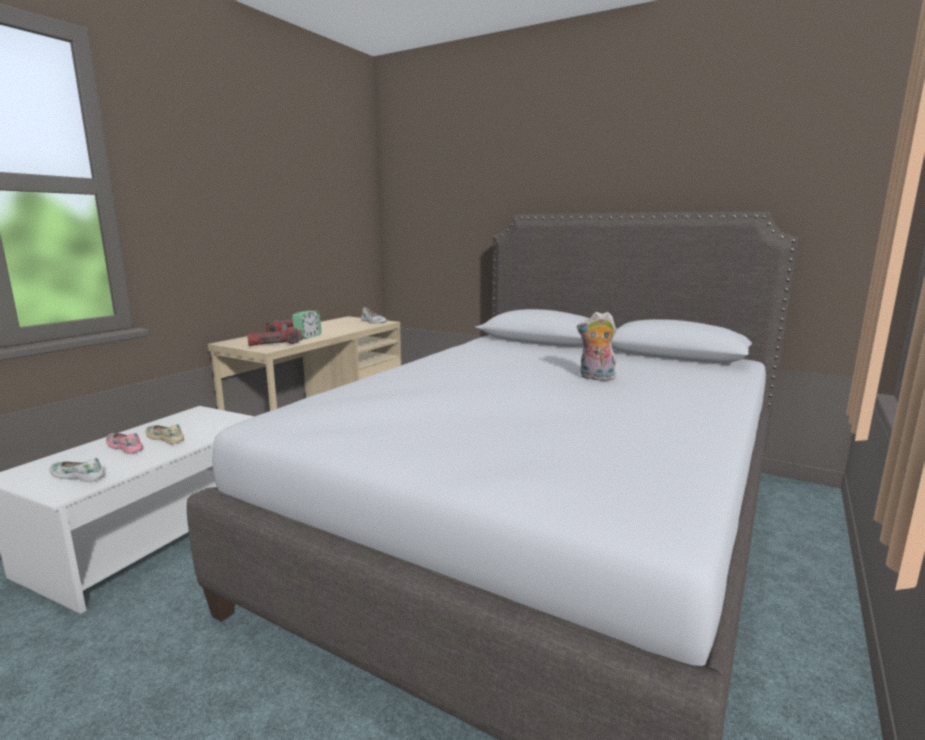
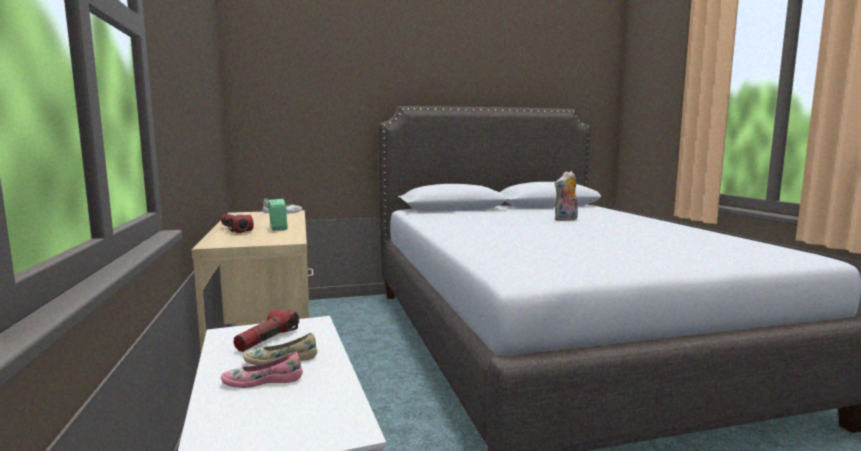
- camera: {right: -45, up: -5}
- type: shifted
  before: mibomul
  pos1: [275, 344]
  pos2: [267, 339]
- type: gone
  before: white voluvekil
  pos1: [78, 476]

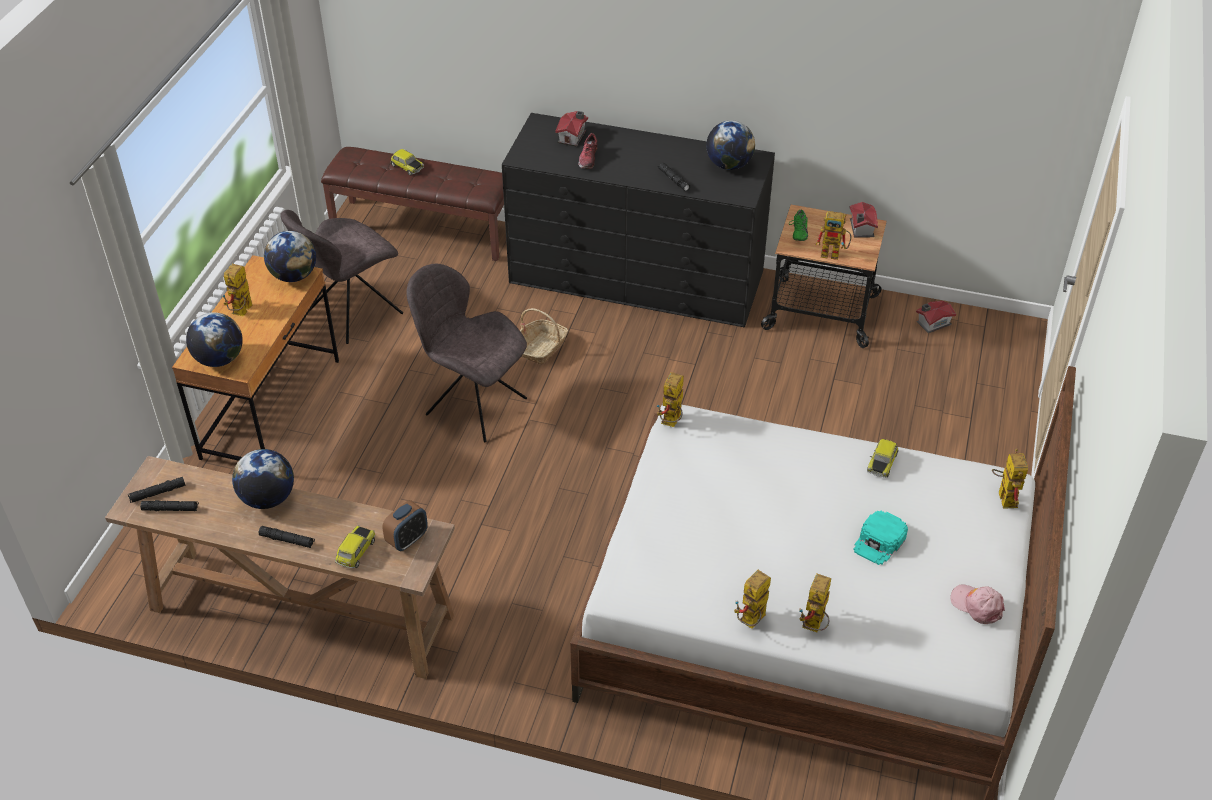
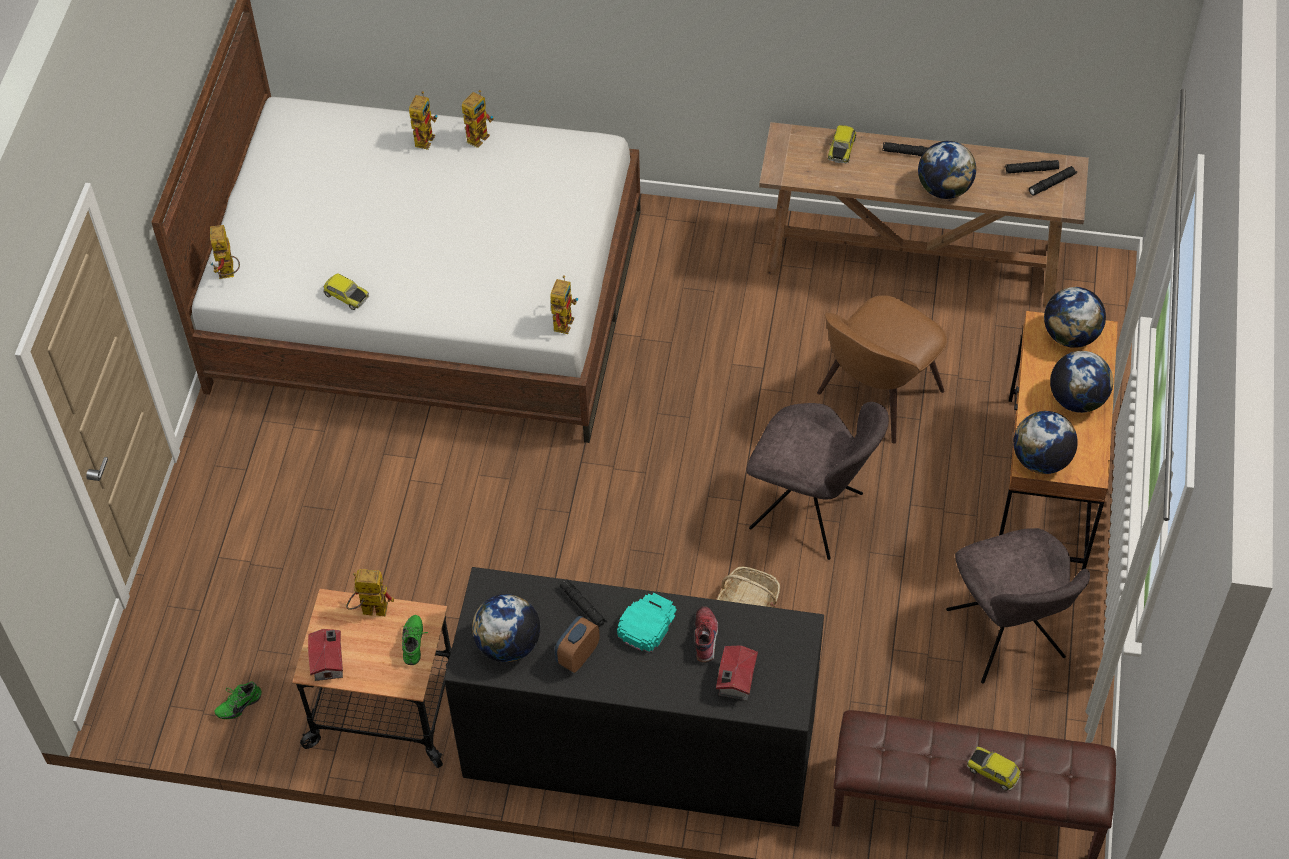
- camera: {right: 175, up: 10}
- type: swapped
  before: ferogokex
  after: green voluvekil
  pos1: [932, 323]
  pos2: [238, 704]
- type: rotated
  before: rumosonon
  pos1: [881, 463]
  pos2: [346, 296]
  turn: 105
- type: shifted
  before: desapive
  pos1: [407, 539]
  pos2: [577, 655]
- type: shifted
  before: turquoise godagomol
  pos1: [879, 541]
  pos2: [647, 623]
- type: new
  after: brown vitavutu
  pos2: [876, 395]
- type: rotated
  before: grey vitavutu
  pos1: [352, 313]
  pos2: [1007, 638]
  turn: 120
- type: swapped
  before: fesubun
  after: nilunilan
  pos1: [242, 313]
  pos2: [1077, 399]
- type: gone
  before: pink godagomol
  pos1: [977, 605]

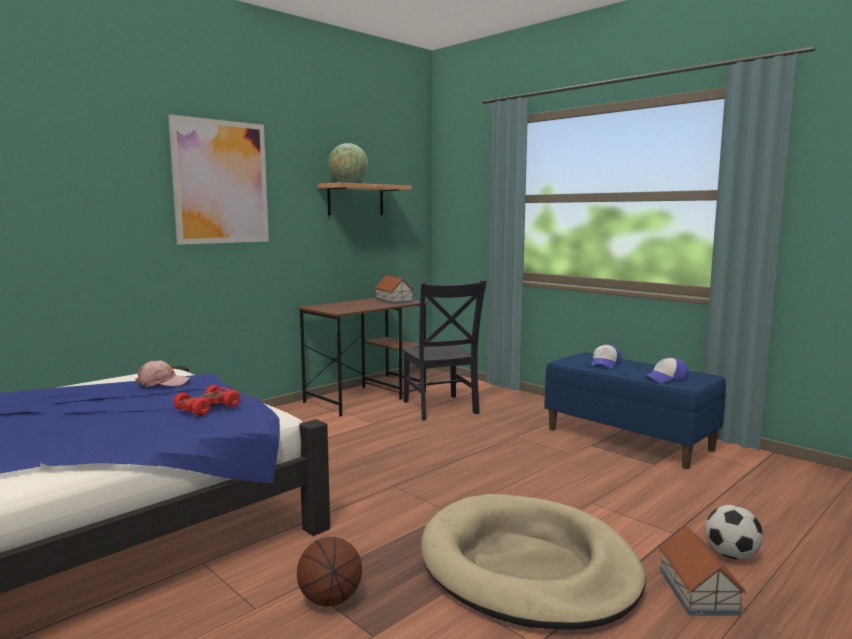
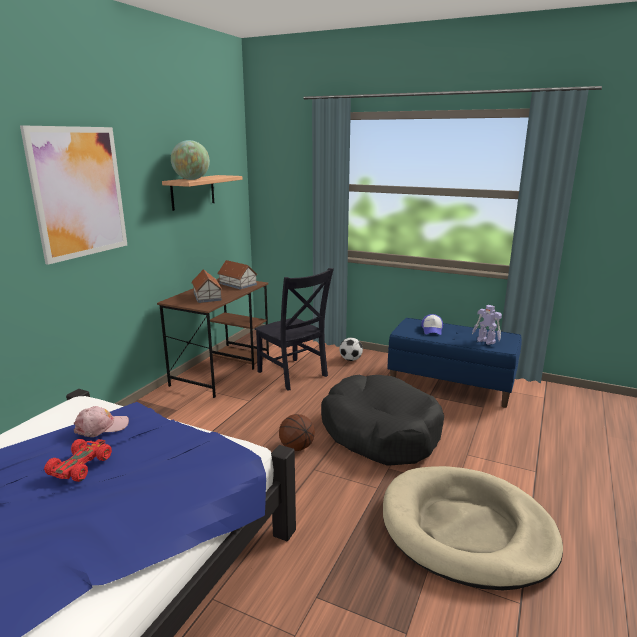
- camera: {right: -20, up: 10}
- type: shifted
  before: red rumosonon
  pos1: [208, 407]
  pos2: [81, 465]
- type: shifted
  before: ferogokex
  pos1: [698, 591]
  pos2: [207, 296]
- type: shifted
  before: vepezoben
  pos1: [330, 599]
  pos2: [296, 447]
- type: new
  after: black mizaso
  pos2: [380, 432]
- type: shifted
  before: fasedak
  pos1: [731, 555]
  pos2: [350, 359]
- type: swapped
  before: godagomol
  after: fesubun
  pos1: [666, 378]
  pos2: [486, 341]

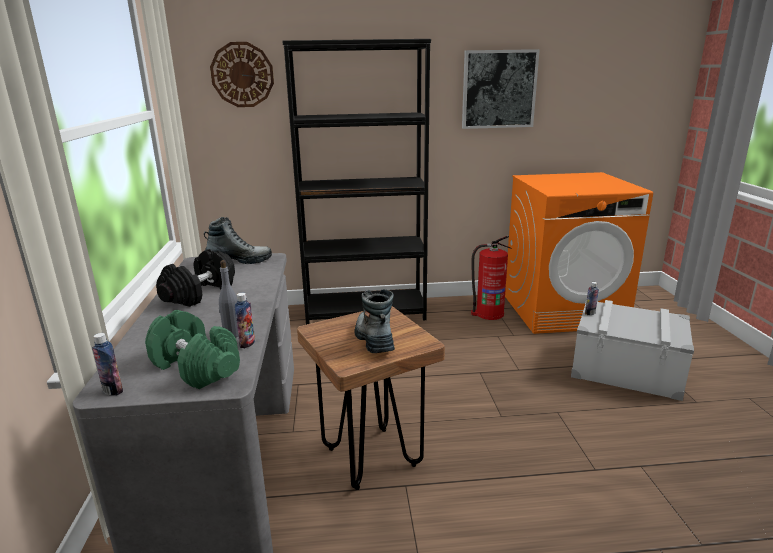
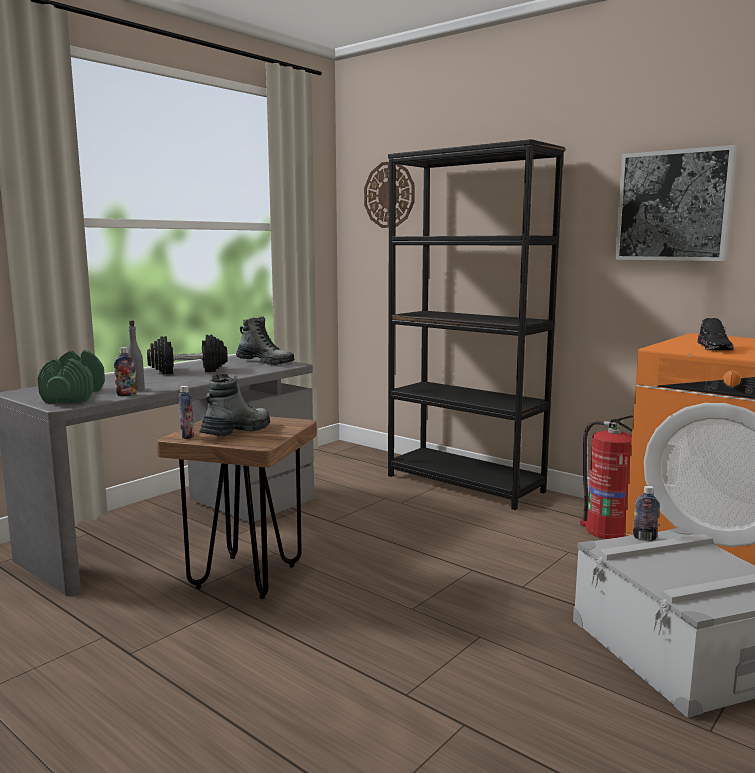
- camera: {right: 45, up: -10}
- type: shifted
  before: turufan
  pos1: [113, 391]
  pos2: [187, 436]
- type: new
  after: black voluvekil
  pos2: [715, 348]

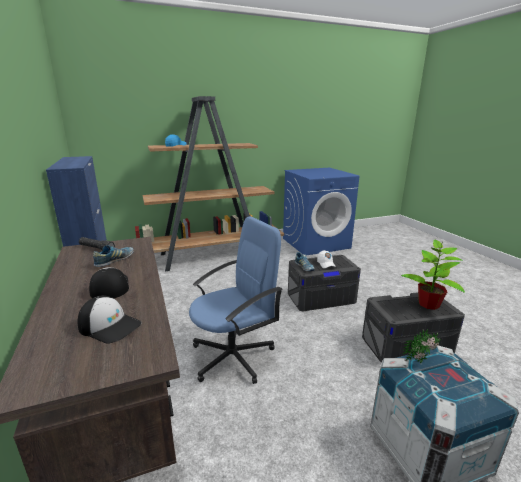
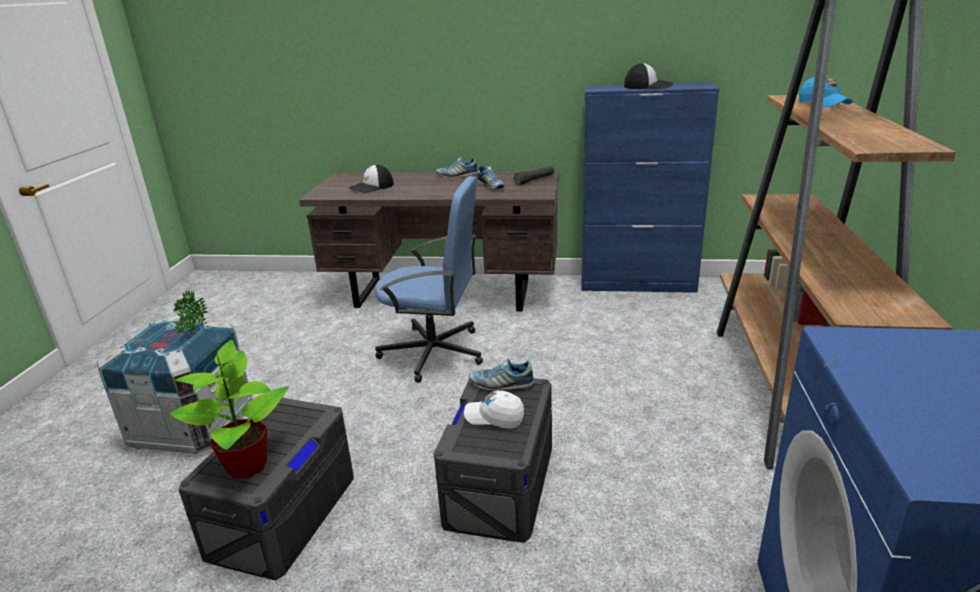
- camera: {right: 120, up: 5}
- type: rotated
  before: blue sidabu
  pos1: [234, 356]
  pos2: [434, 353]
  turn: -75
- type: new
  after: voluvekil
  pos2: [457, 175]
- type: shifted
  before: godagomol
  pos1: [109, 287]
  pos2: [648, 86]

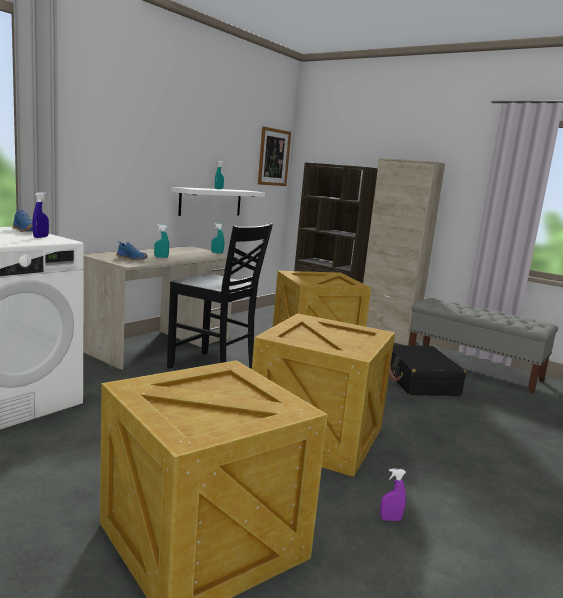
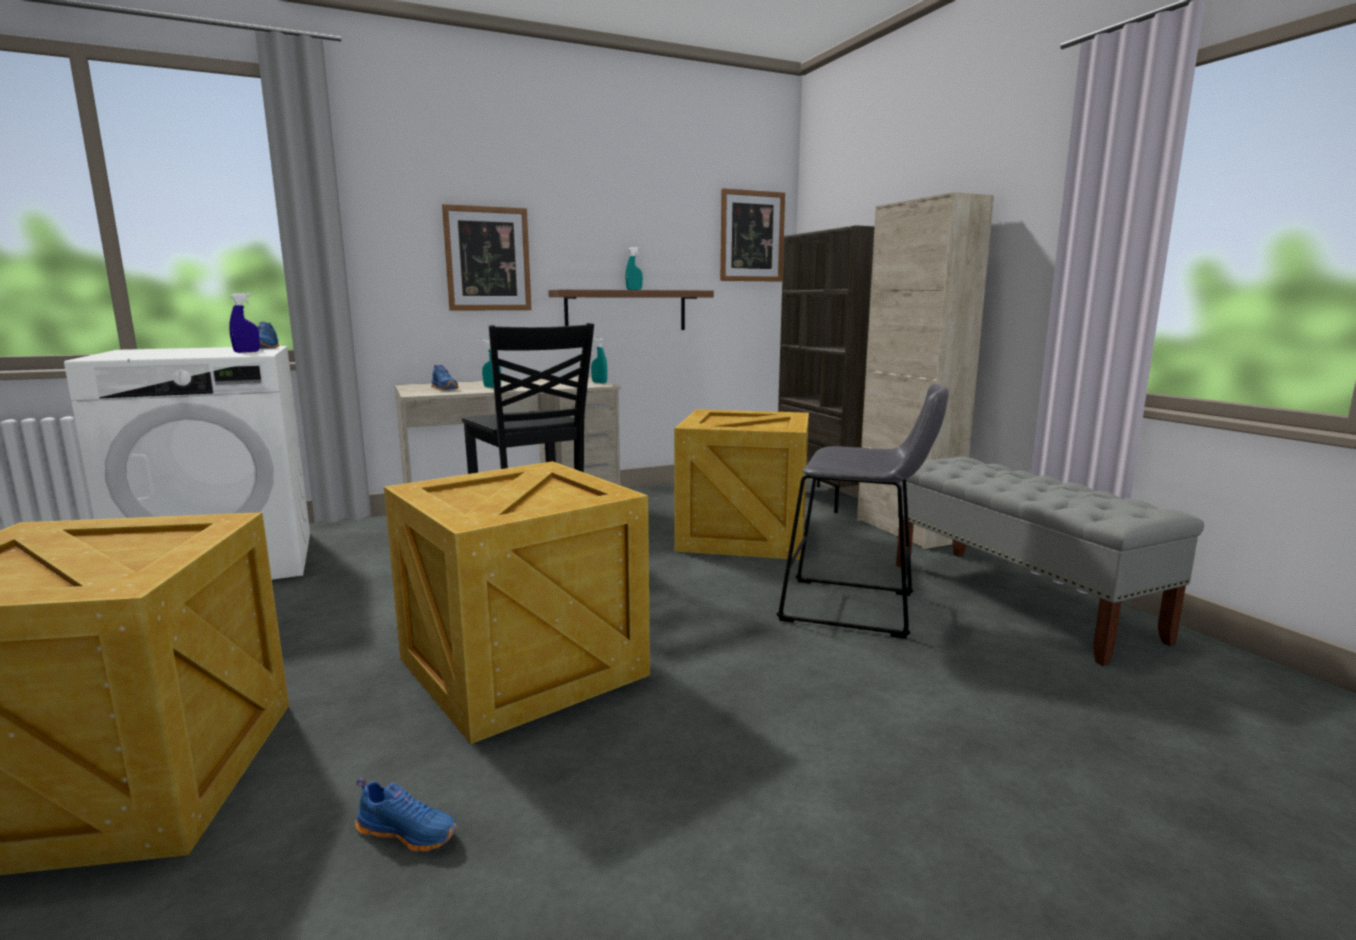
- camera: {right: 30, up: 0}
- type: swapped
  before: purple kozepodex
  after: blue voluvekil
  pos1: [390, 519]
  pos2: [409, 832]
- type: new
  after: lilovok
  pos2: [488, 259]
- type: repainted
  before: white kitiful
  after: brown kitiful
  pos1: [211, 202]
  pos2: [626, 310]
- type: swapped
  before: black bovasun
  after: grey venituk
  pos1: [419, 381]
  pos2: [856, 609]

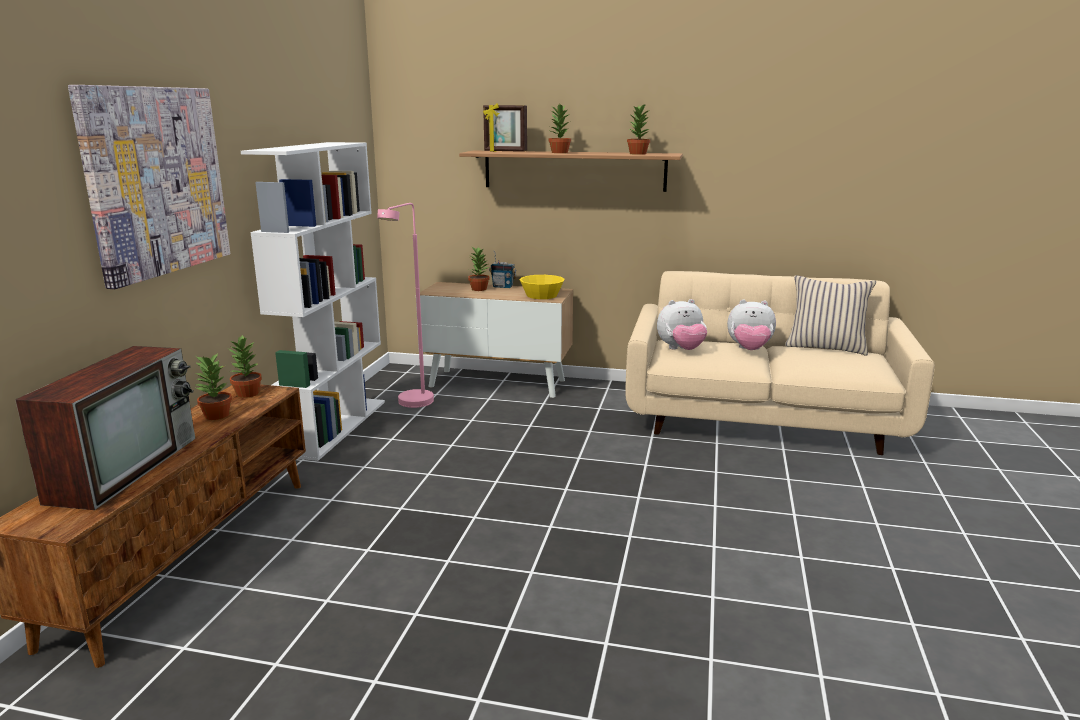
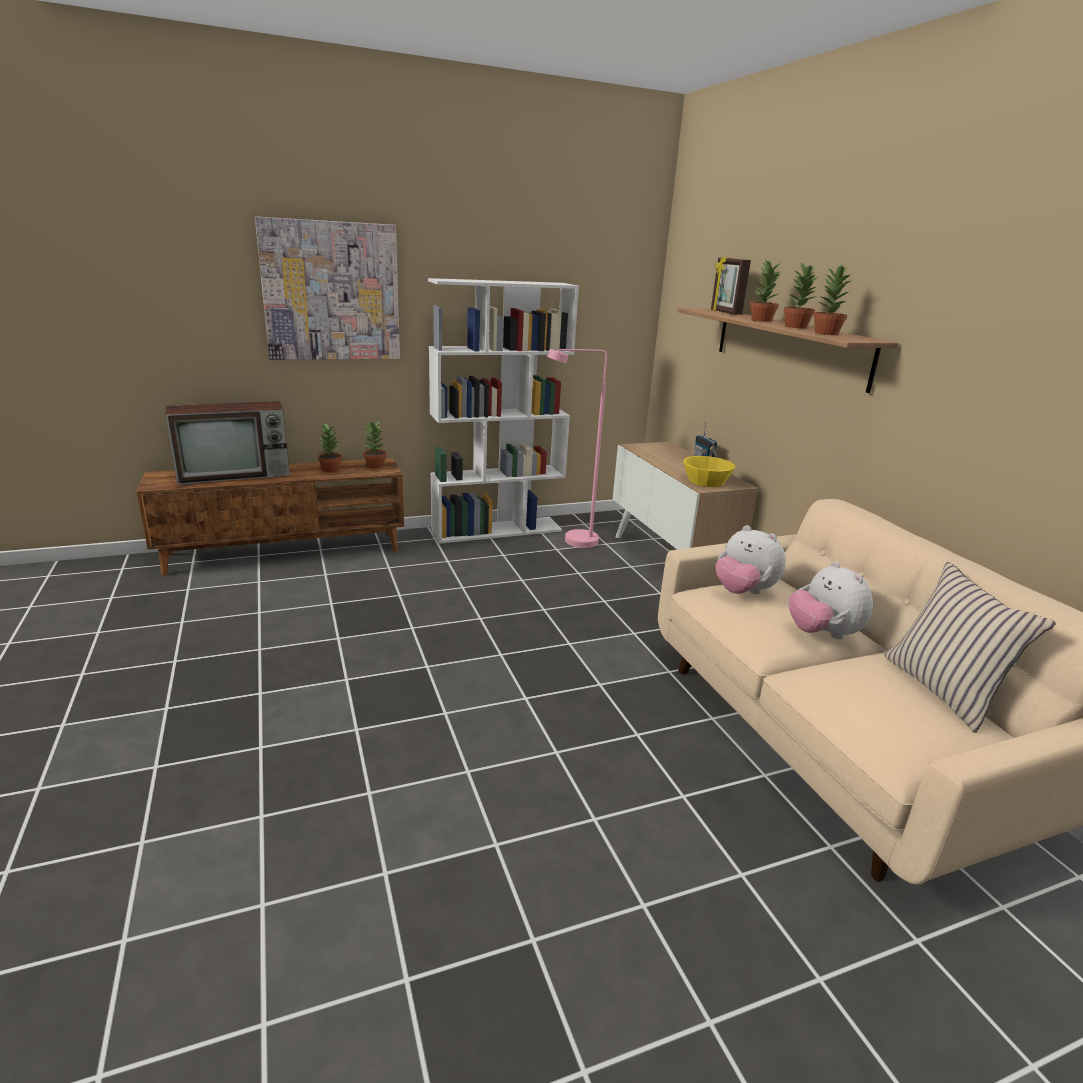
- camera: {right: 55, up: 5}
- type: shifted
  before: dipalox
  pos1: [478, 289]
  pos2: [796, 327]

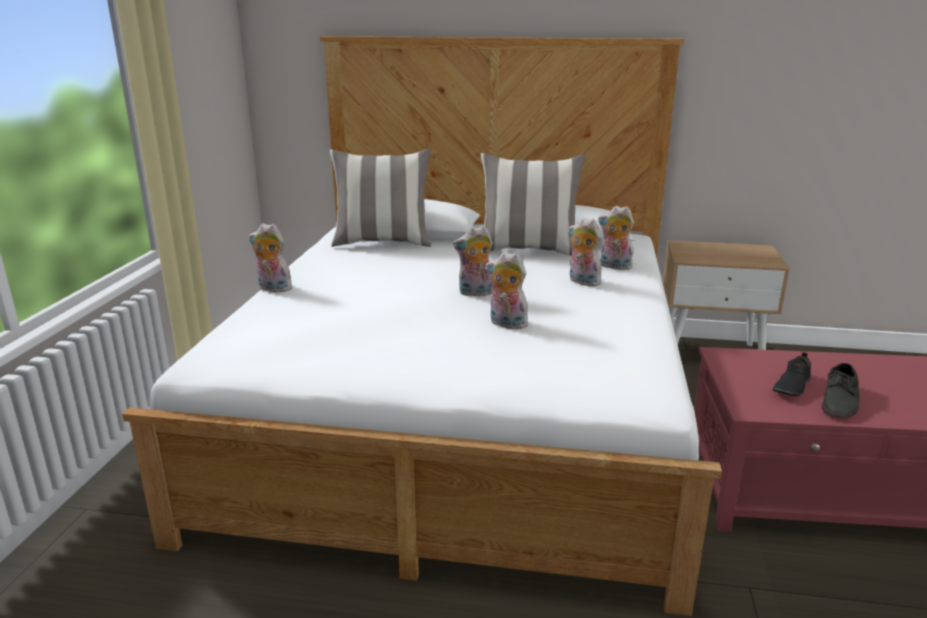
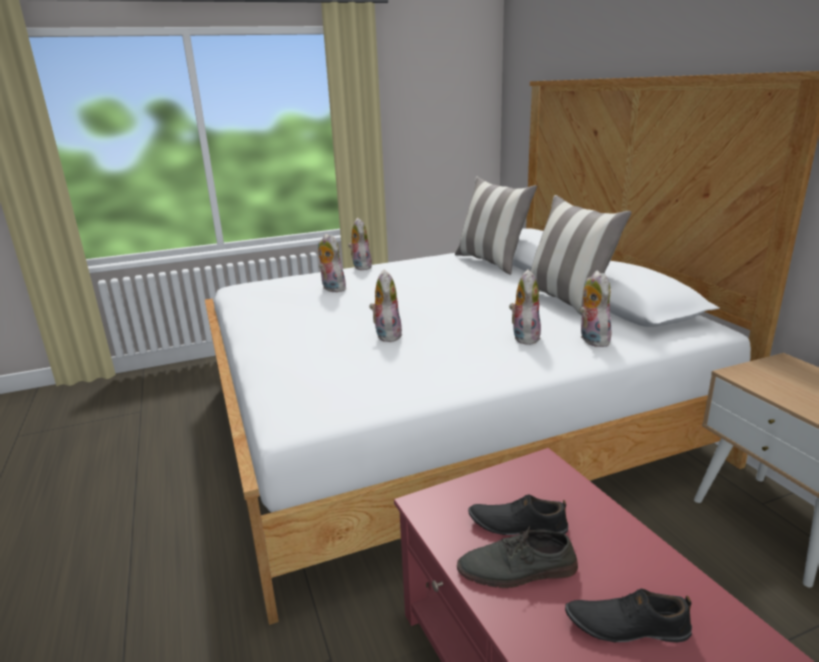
- camera: {right: 60, up: 0}
- type: shifted
  before: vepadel
  pos1: [475, 293]
  pos2: [331, 289]
- type: new
  after: black voluvekil
  pos2: [626, 625]

